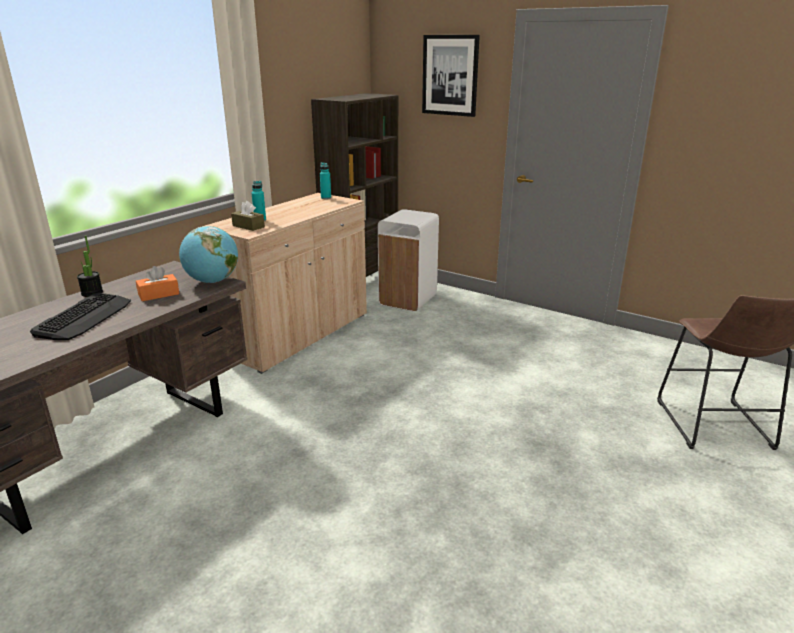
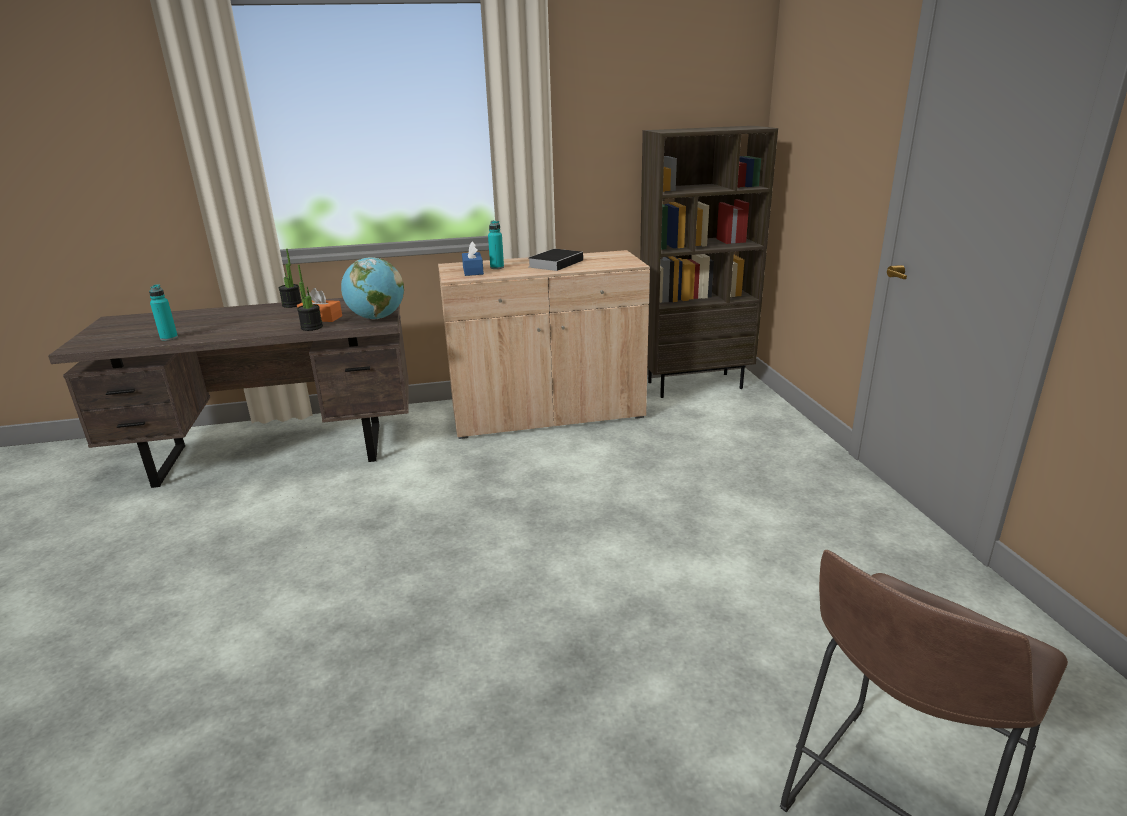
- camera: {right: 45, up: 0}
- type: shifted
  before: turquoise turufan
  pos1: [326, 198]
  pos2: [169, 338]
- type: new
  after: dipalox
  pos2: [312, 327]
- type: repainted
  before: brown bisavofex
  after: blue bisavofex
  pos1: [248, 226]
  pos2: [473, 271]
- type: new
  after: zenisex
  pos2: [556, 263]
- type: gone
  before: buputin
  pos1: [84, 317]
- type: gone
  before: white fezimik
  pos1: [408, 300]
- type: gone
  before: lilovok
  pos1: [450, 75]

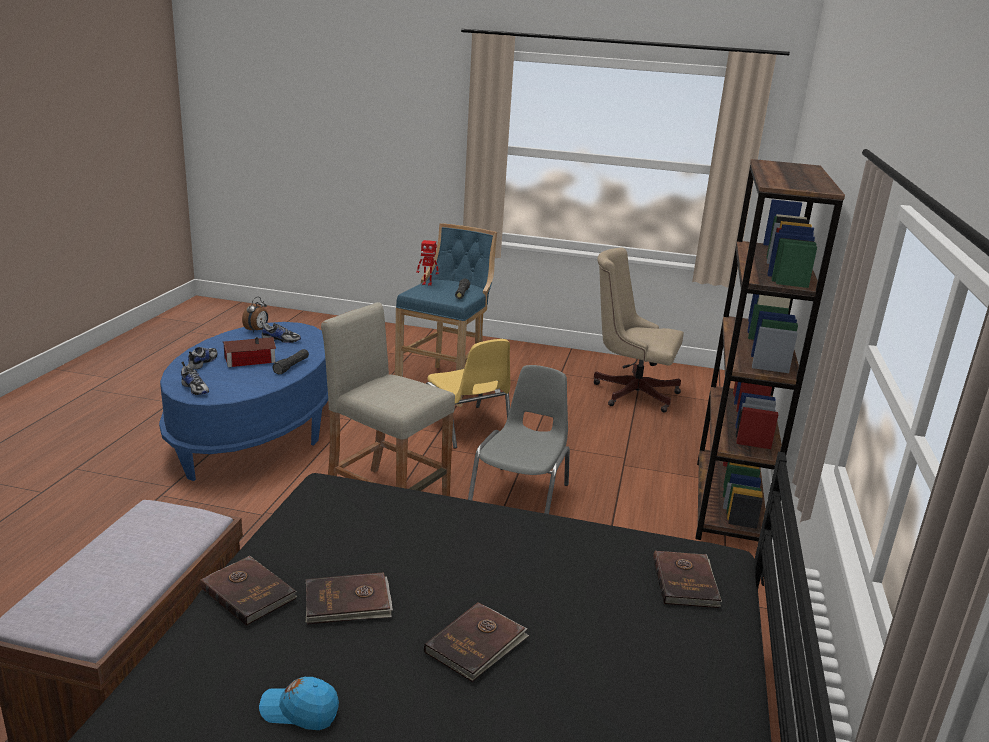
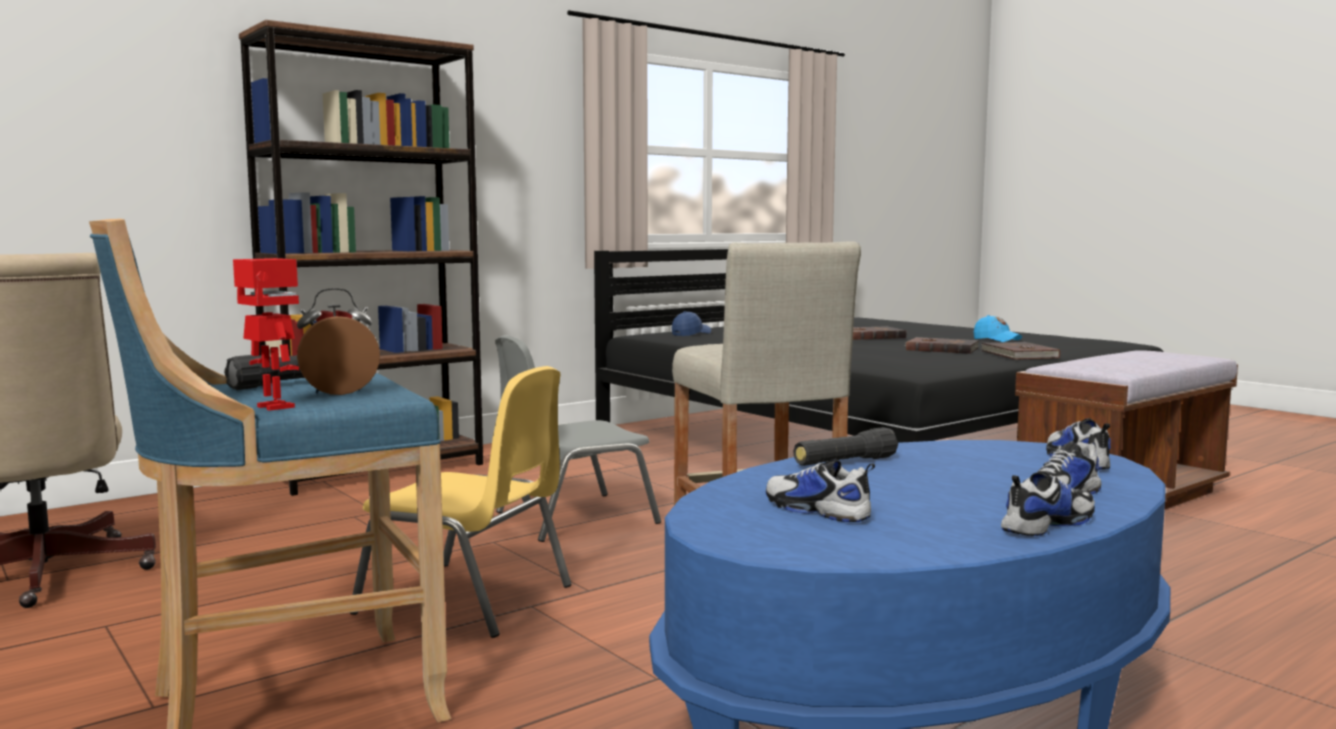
- camera: {right: -140, up: -15}
- type: shifted
  before: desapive
  pos1: [257, 330]
  pos2: [338, 392]
- type: rotated
  before: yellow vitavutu
  pos1: [466, 427]
  pos2: [468, 600]
  turn: 105
- type: swapped
  before: brown zenisex
  after: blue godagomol
  pos1: [686, 581]
  pos2: [691, 334]
- type: new
  after: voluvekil
  pos2: [1046, 524]
- type: gone
  before: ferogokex
  pos1: [248, 359]

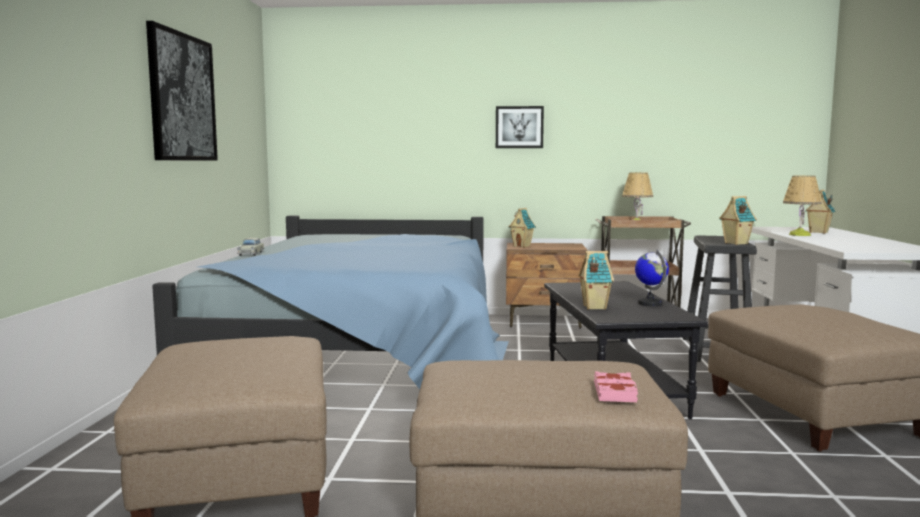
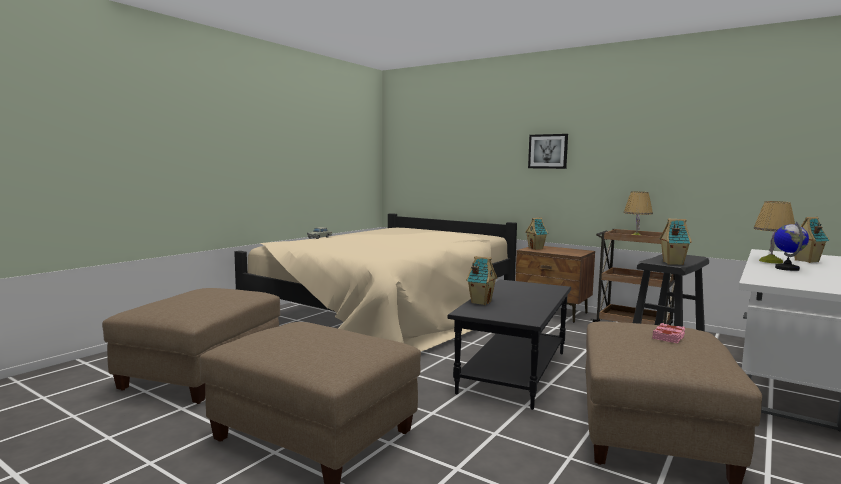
- camera: {right: 30, up: 0}
- type: repainted
  before: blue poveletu
  after: beige poveletu
  pos1: [366, 351]
  pos2: [390, 313]
- type: shifted
  before: pink zenisex
  pos1: [615, 392]
  pos2: [669, 337]
- type: shifted
  before: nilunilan
  pos1: [650, 303]
  pos2: [787, 268]
- type: gone
  before: lilovok
  pos1: [182, 97]

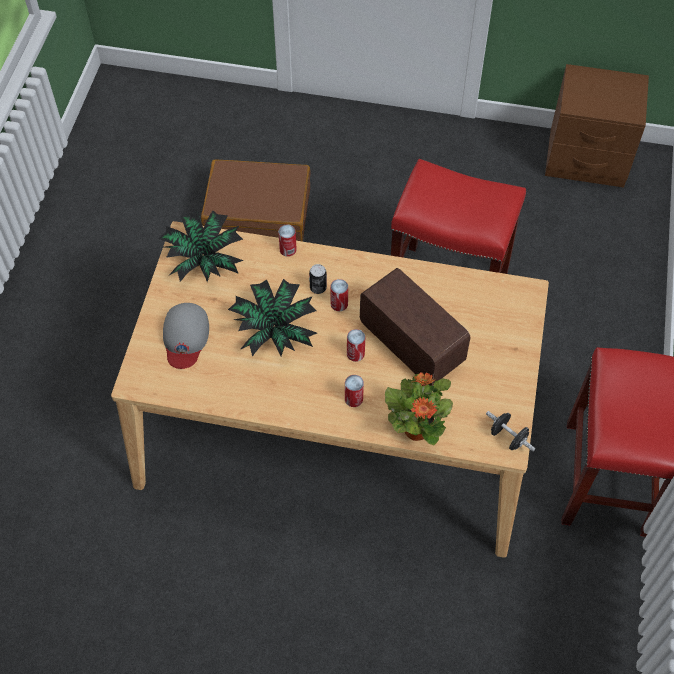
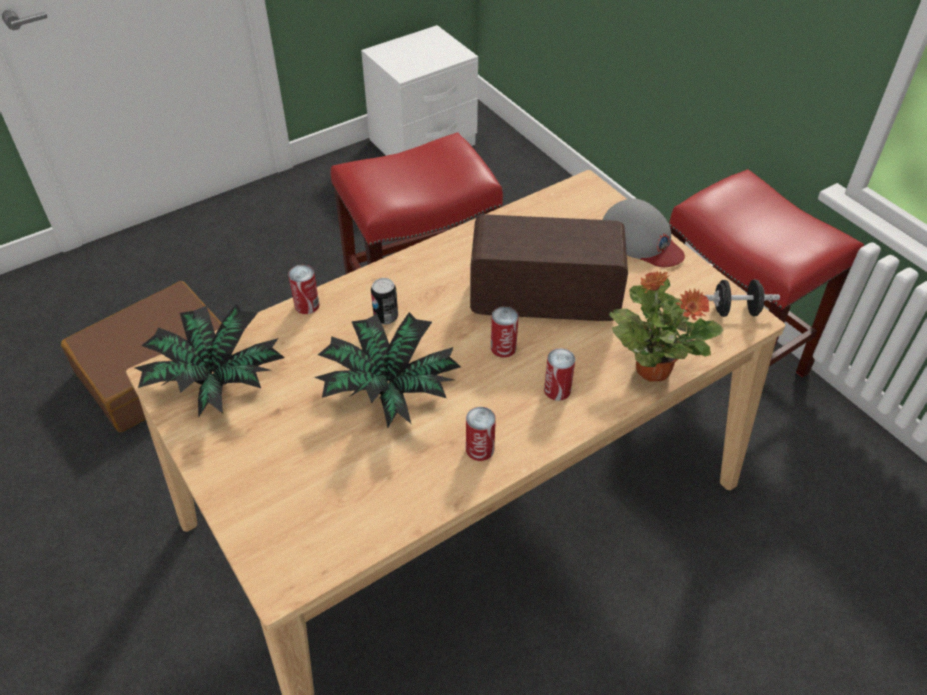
- camera: {right: -45, up: -10}
- type: repainted
  before: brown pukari
  after: white pukari
  pos1: [586, 159]
  pos2: [422, 142]
- type: shifted
  before: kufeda
  pos1: [339, 304]
  pos2: [480, 449]
- type: shifted
  before: grey godagomol
  pos1: [185, 337]
  pos2: [641, 240]

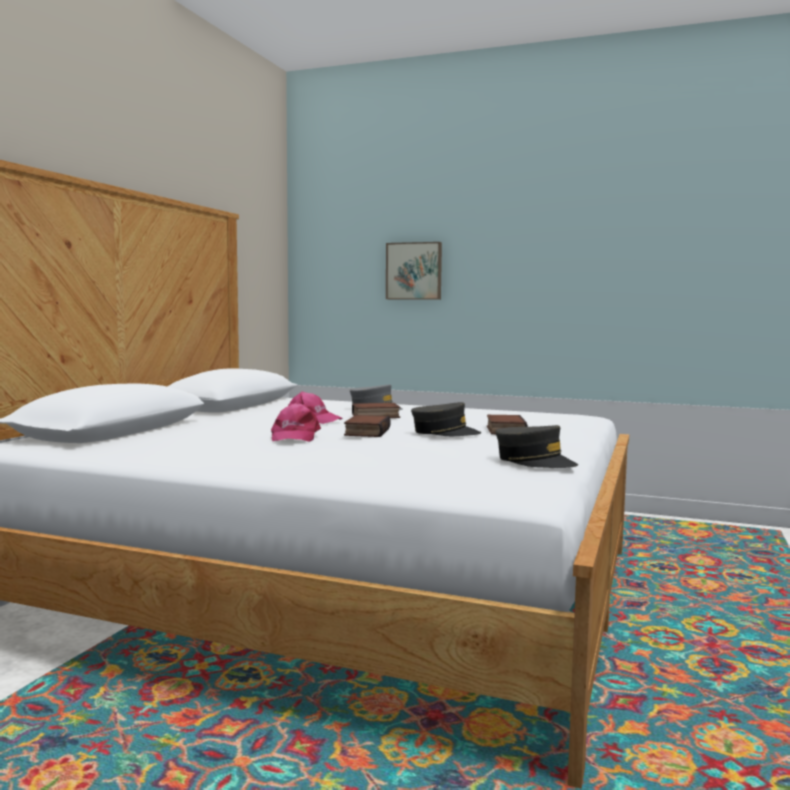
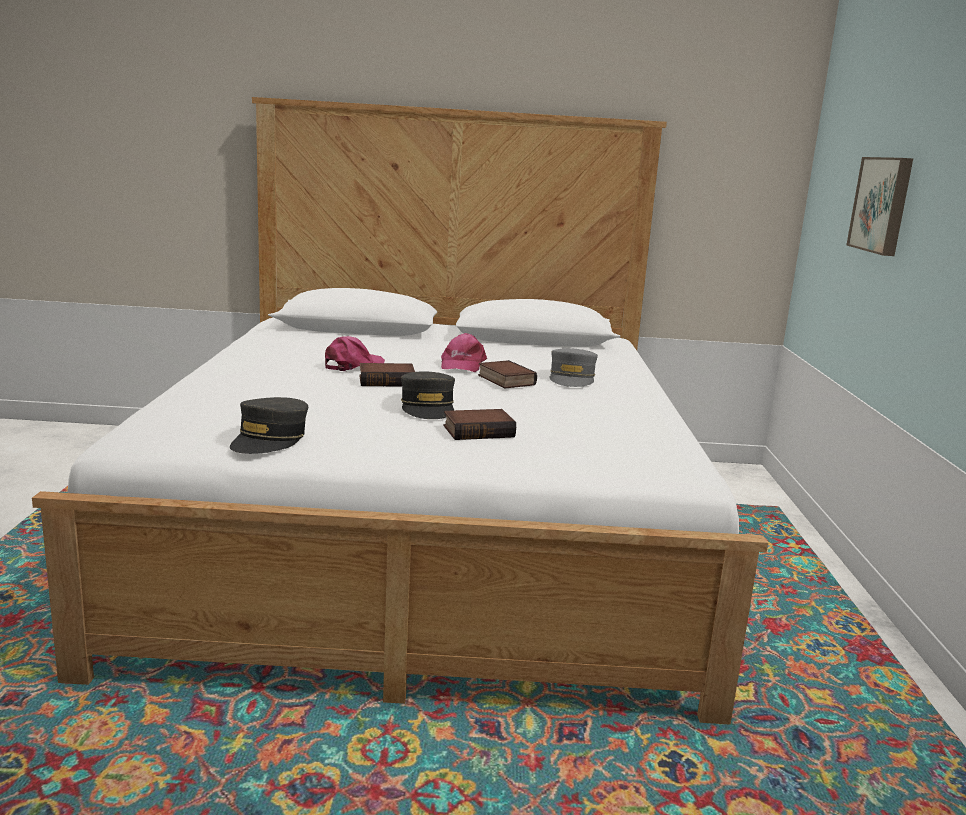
- camera: {right: 70, up: 10}
- type: rotated
  before: pink godagomol
  pos1: [294, 436]
  pos2: [353, 365]
  turn: 150

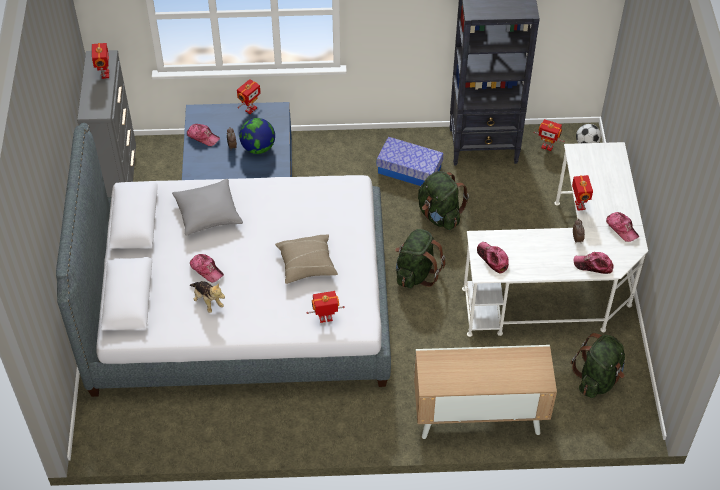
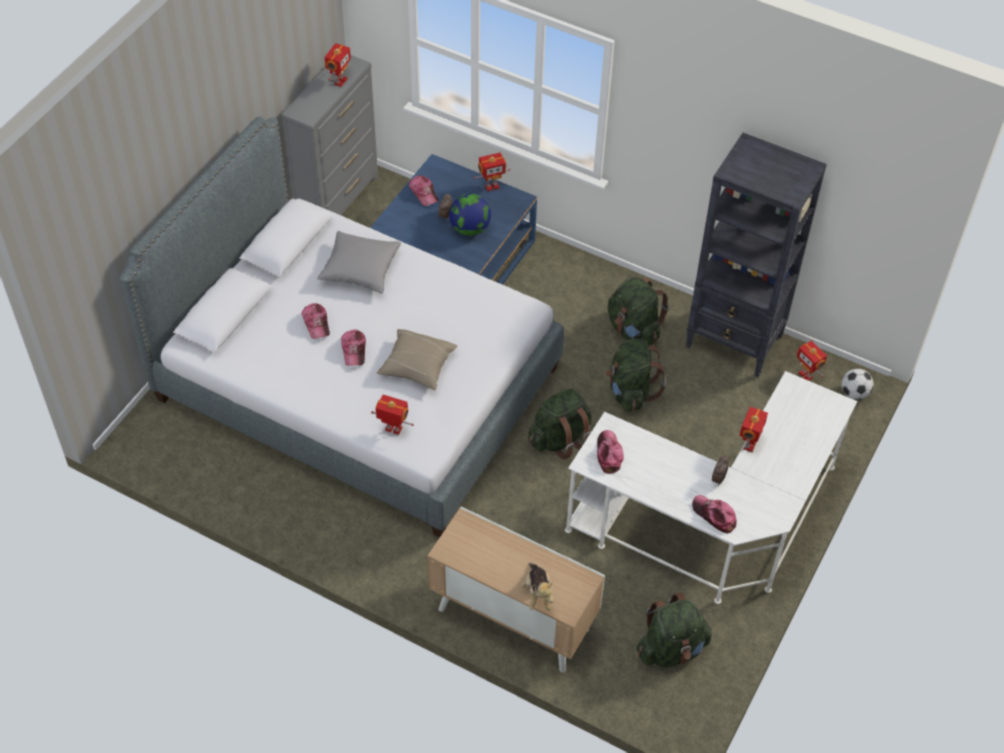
- camera: {right: 30, up: 0}
- type: shifted
  before: godagomol
  pos1: [621, 228]
  pos2: [354, 350]
- type: shifted
  before: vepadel
  pos1: [207, 301]
  pos2: [537, 593]
- type: swapped
  before: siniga
  after: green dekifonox
  pos1: [409, 170]
  pos2: [634, 329]

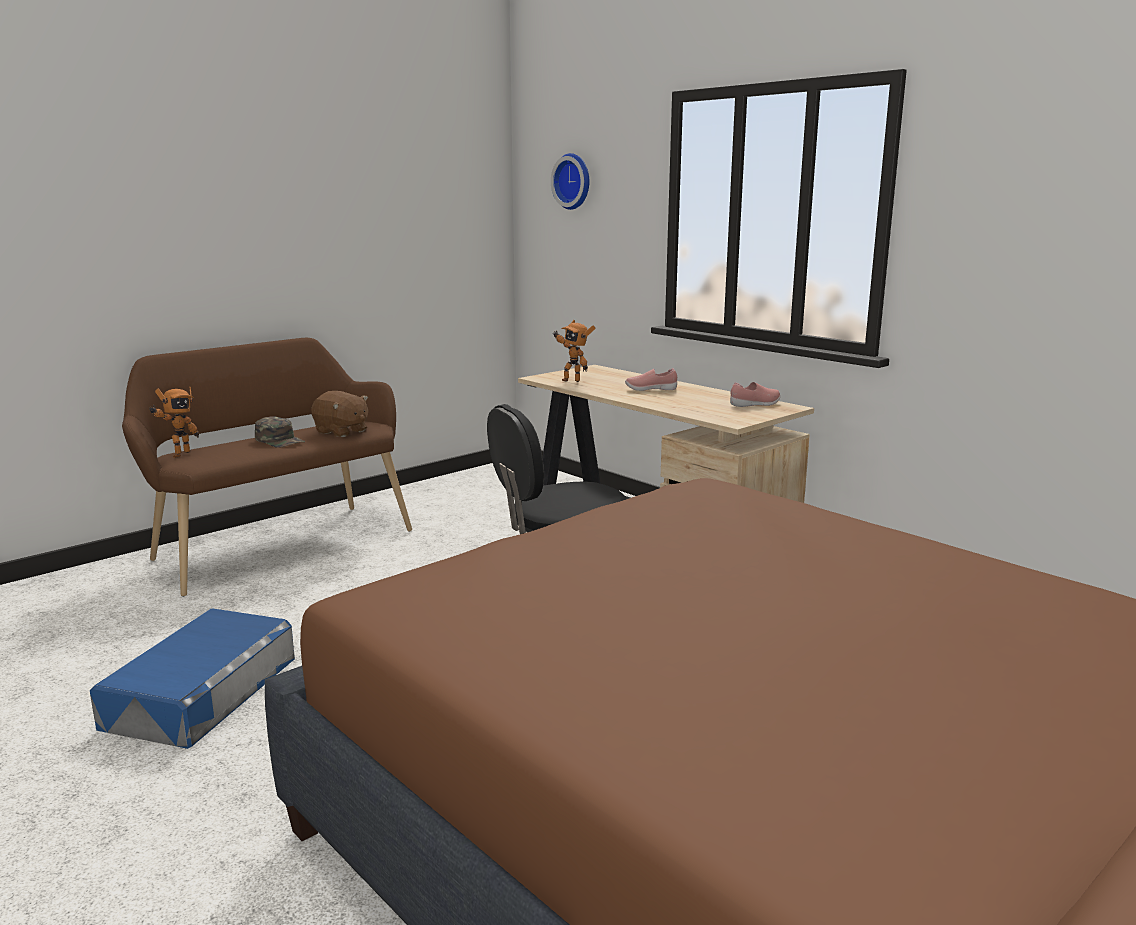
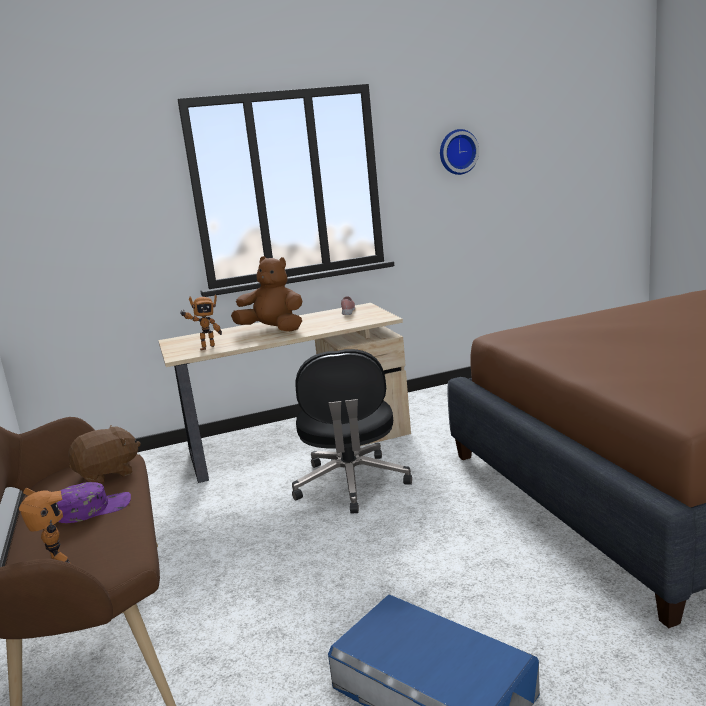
- camera: {right: -65, up: 0}
- type: repainted
  before: green godagomol
  after: purple godagomol
  pos1: [280, 440]
  pos2: [93, 508]
- type: swapped
  before: pink voluvekil
  after: brown vepadel
  pos1: [650, 390]
  pos2: [273, 330]
- type: shifted
  before: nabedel
  pos1: [574, 181]
  pos2: [457, 152]

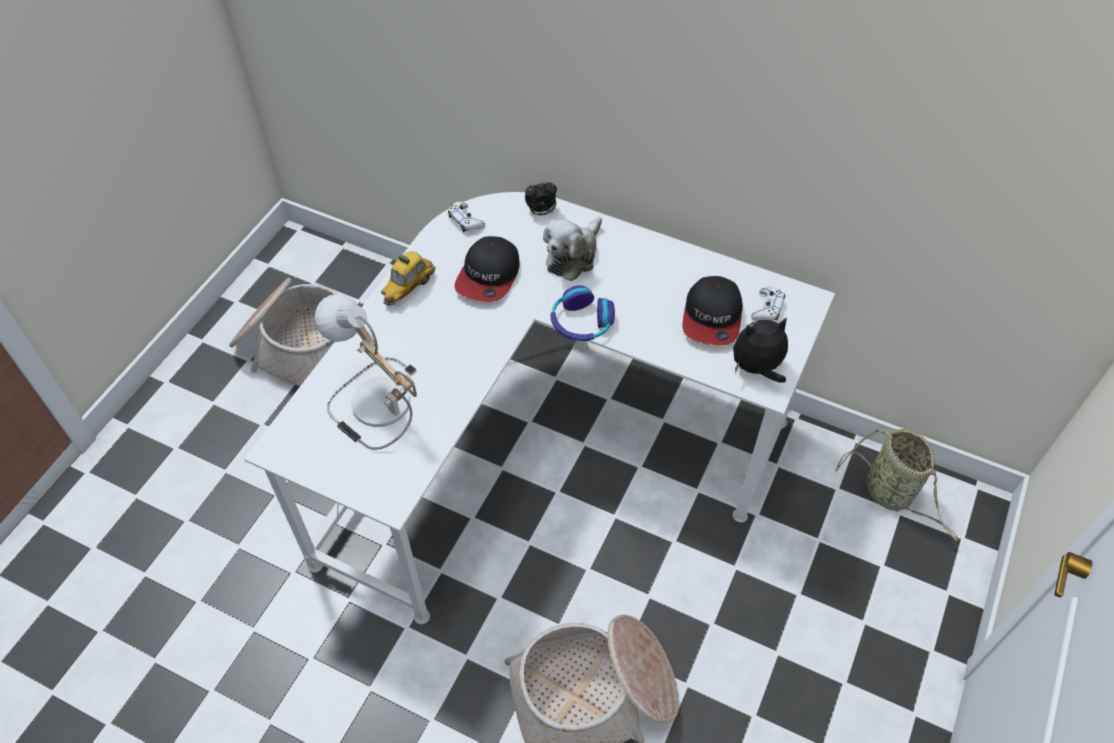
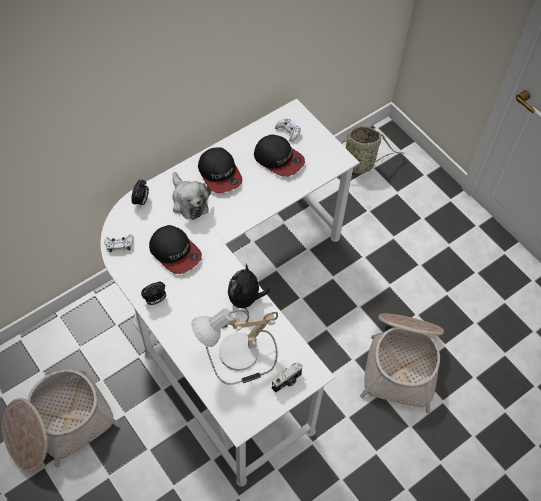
- camera: {right: -65, up: 5}
- type: swapped
  before: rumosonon
  after: desapive
  pos1: [408, 287]
  pos2: [155, 300]
- type: new
  after: godagomol
  pos2: [220, 173]
- type: shifted
  before: vepadel
  pos1: [757, 368]
  pos2: [245, 299]
- type: new
  after: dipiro
  pos2: [287, 381]
- type: gone
  before: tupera
  pos1: [581, 322]

